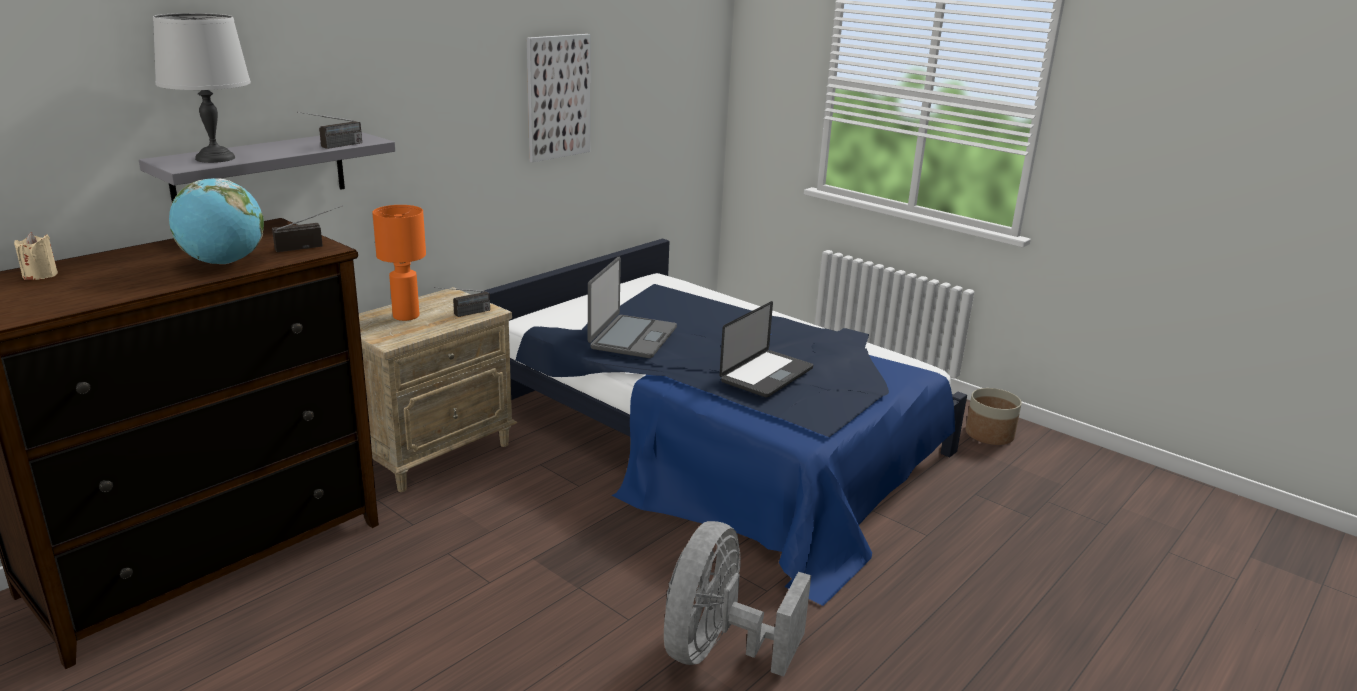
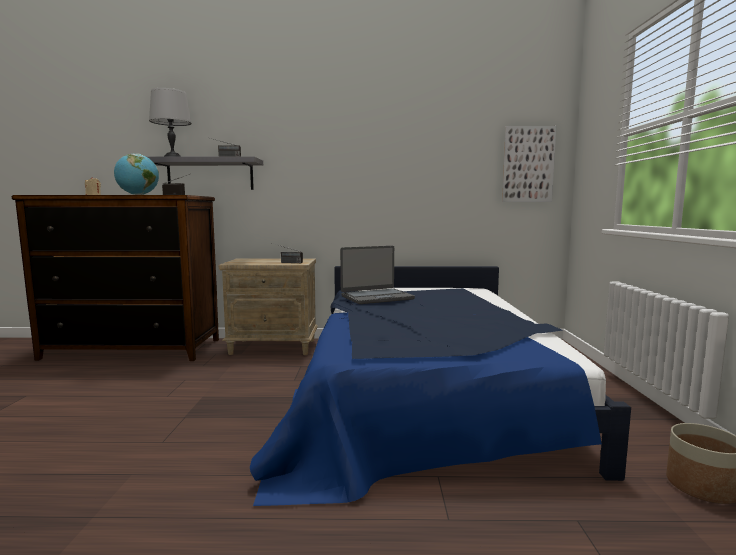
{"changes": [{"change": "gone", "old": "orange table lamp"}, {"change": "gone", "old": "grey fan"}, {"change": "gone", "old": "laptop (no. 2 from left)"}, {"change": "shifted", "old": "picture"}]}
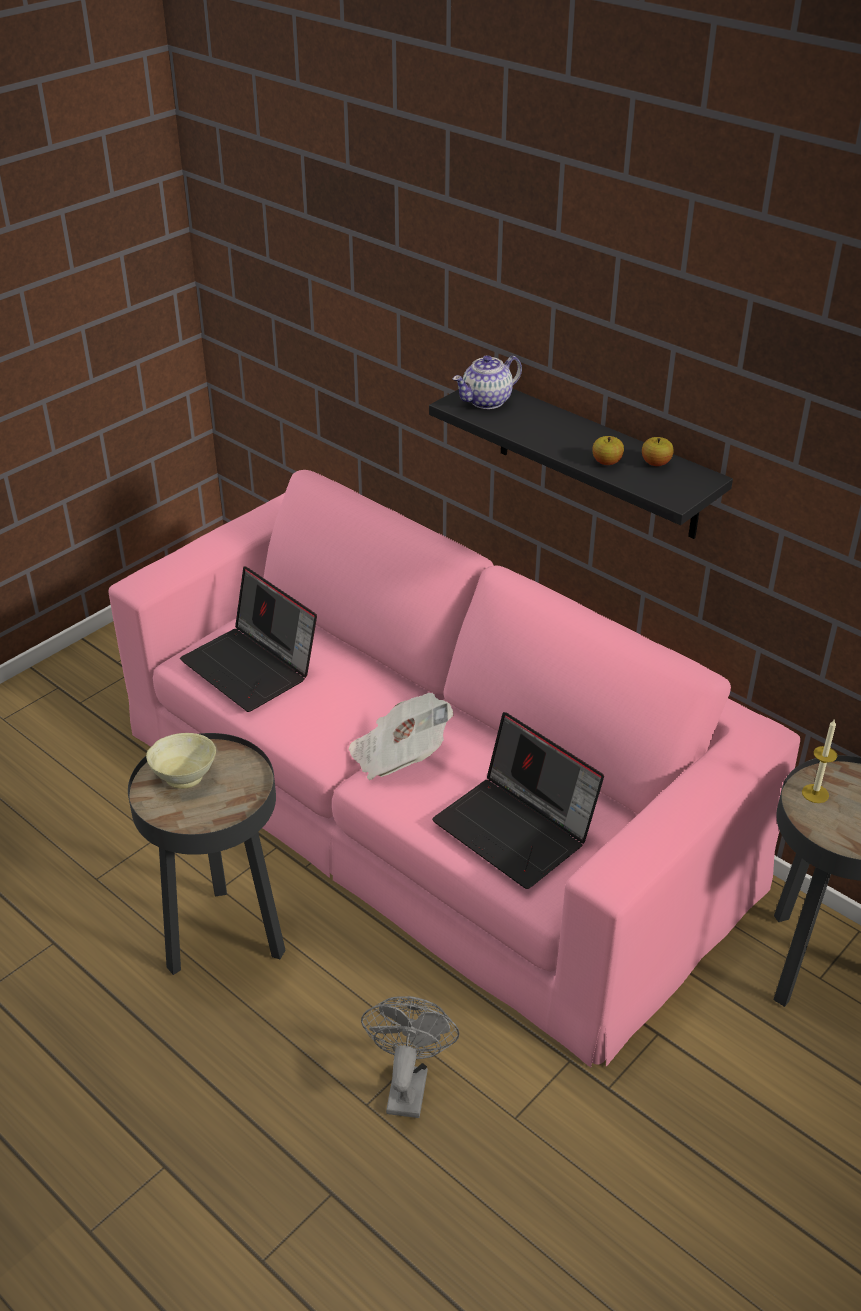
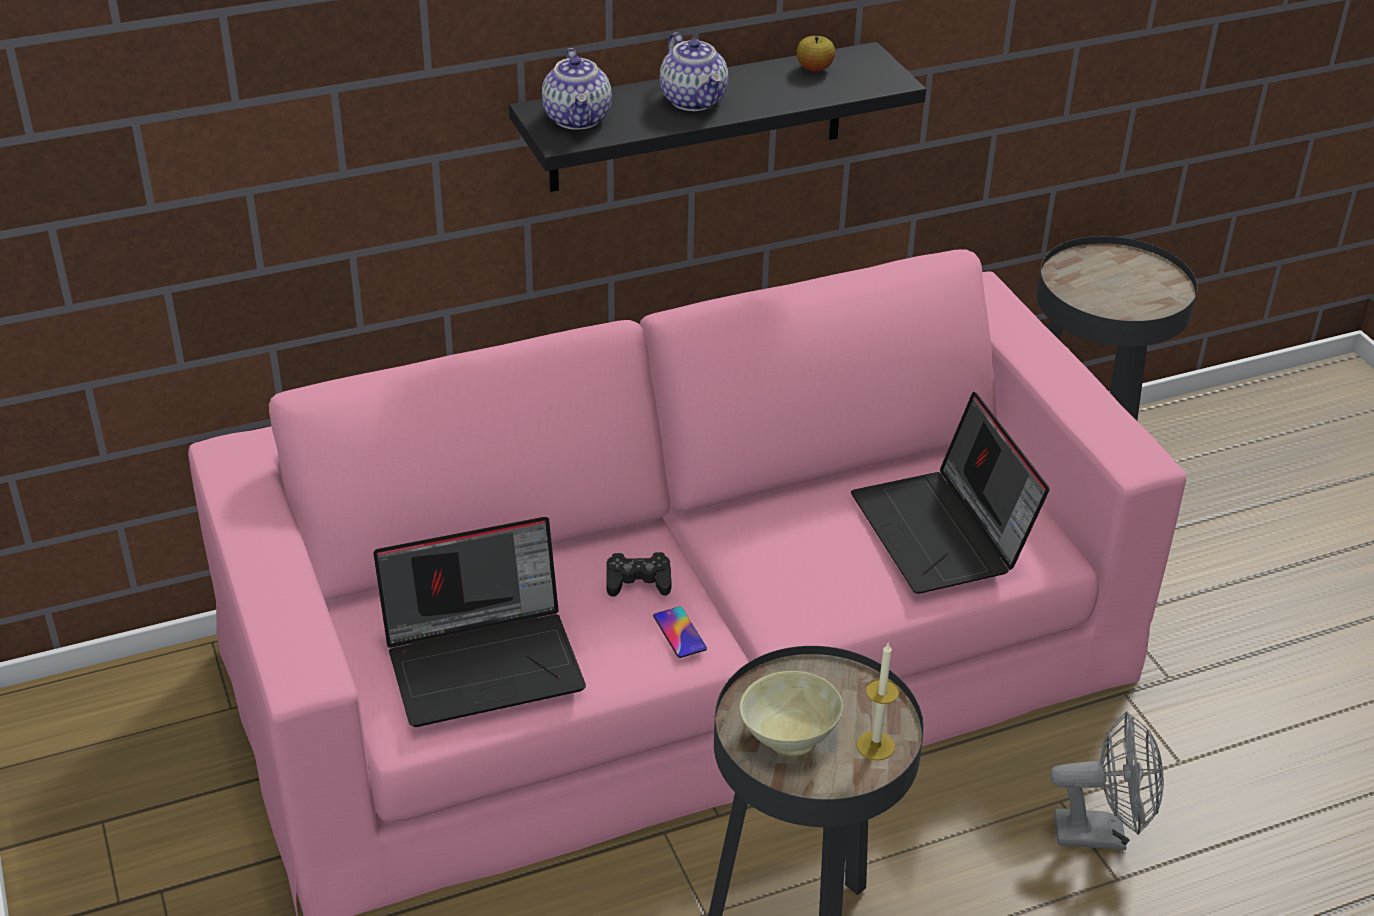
{"changes": [{"change": "gone", "old": "newspaper"}, {"change": "gone", "old": "apple (no. 1 from left)"}, {"change": "new", "new": "black game controller"}, {"change": "new", "new": "phone"}, {"change": "new", "new": "teapot (no. 2 from left)"}, {"change": "shifted", "old": "candle"}, {"change": "rotated", "old": "grey fan", "degrees": 150}, {"change": "rotated", "old": "laptop (no. 2 from left)", "degrees": 90}]}
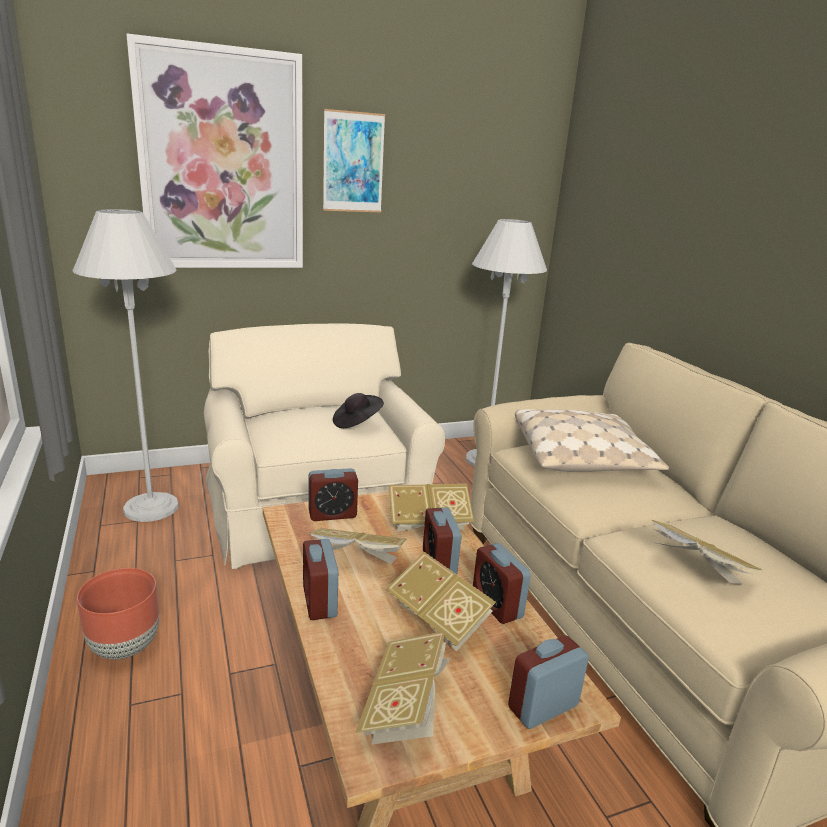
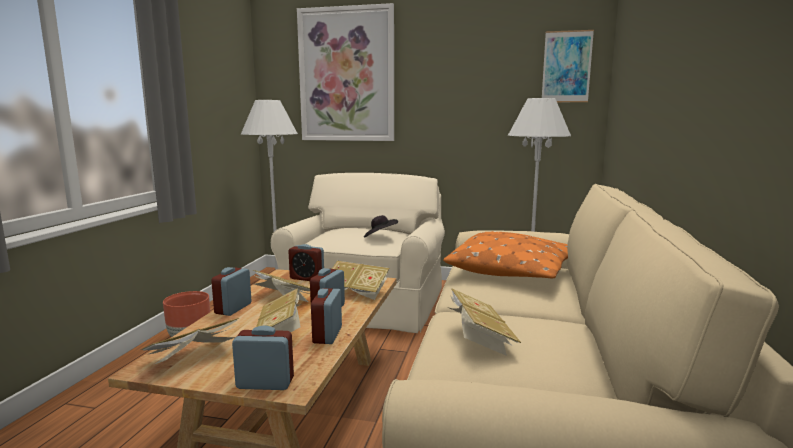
{"changes": [{"change": "shifted", "old": "picture (no. 2 from left)"}, {"change": "repainted", "old": "beige pillow", "new": "orange pillow"}]}
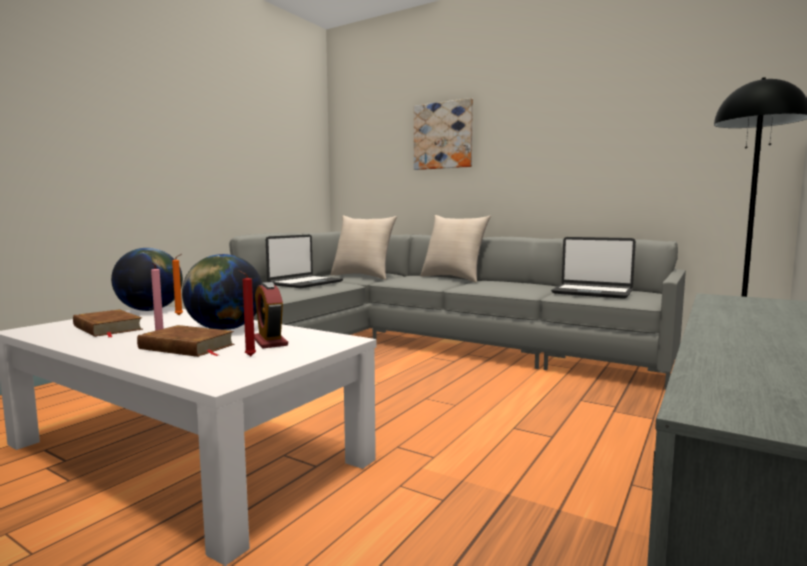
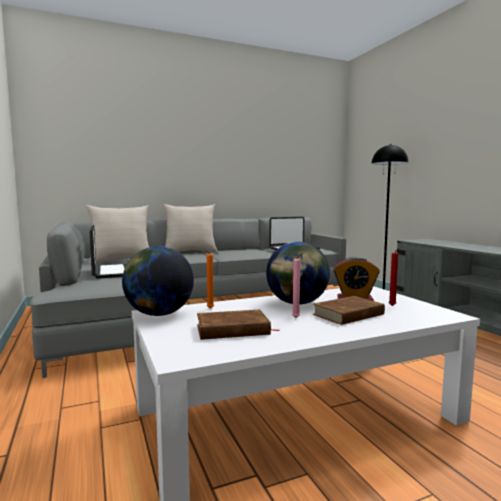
{"changes": [{"change": "gone", "old": "picture"}]}
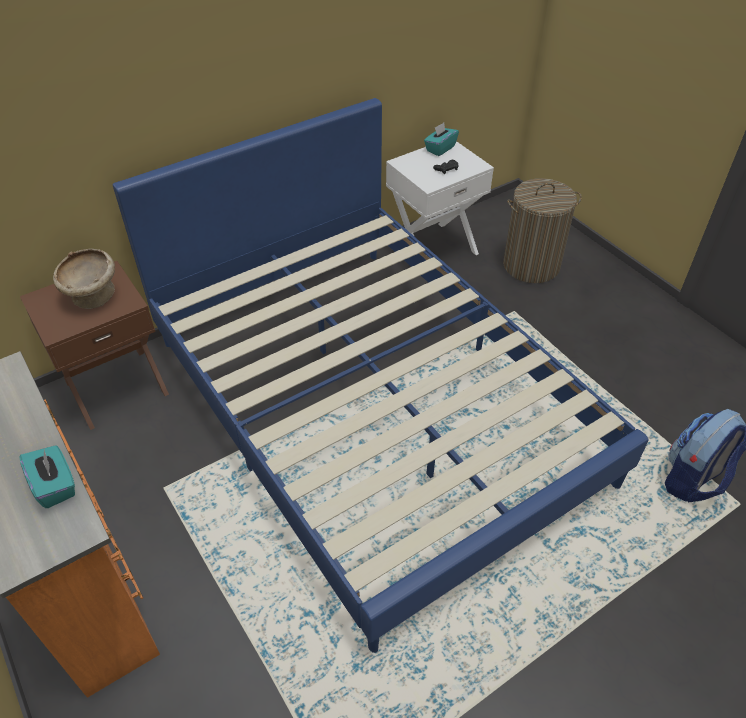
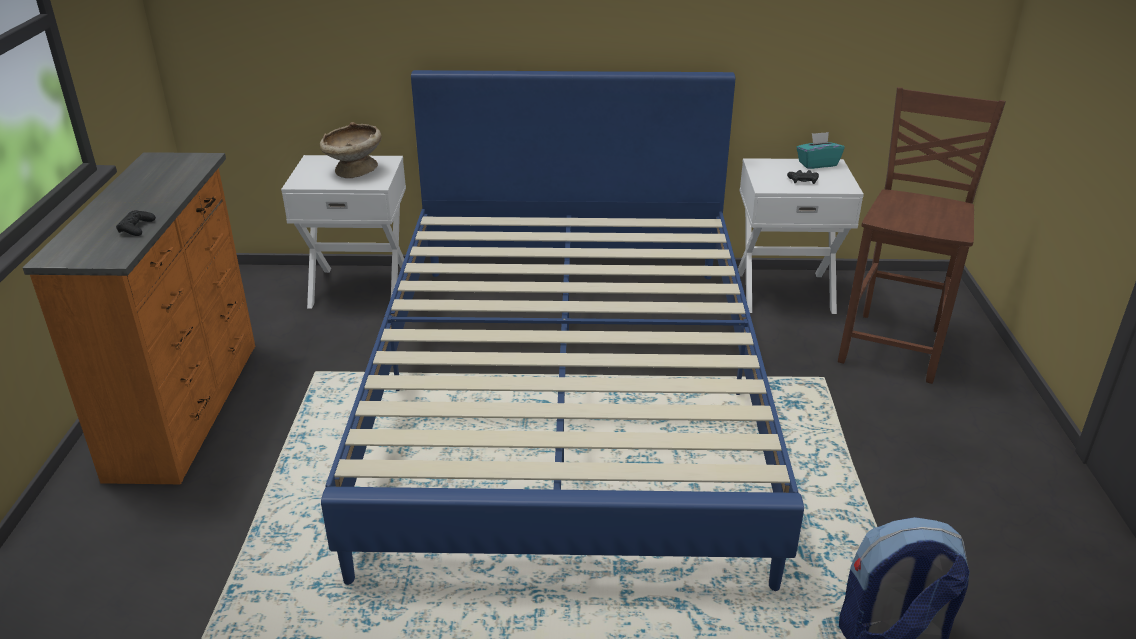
{"changes": [{"change": "swapped", "old": "turquoise tissue box (no. 1 from left)", "new": "black game controller (no. 1 from left)"}, {"change": "swapped", "old": "laundry basket", "new": "brown chair"}, {"change": "repainted", "old": "brown nightstand", "new": "white nightstand (no. 1 from left)"}]}
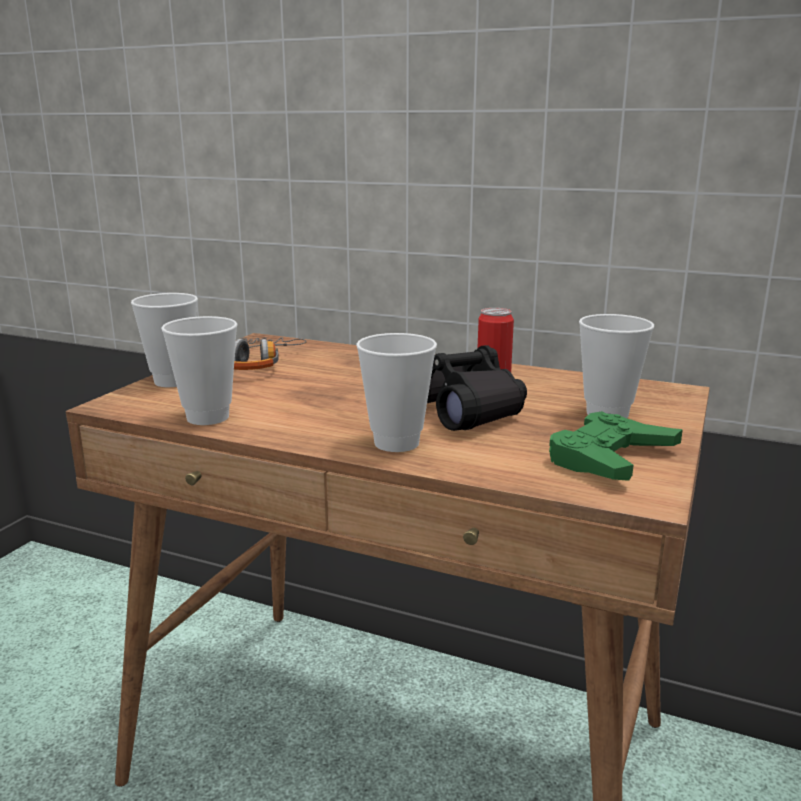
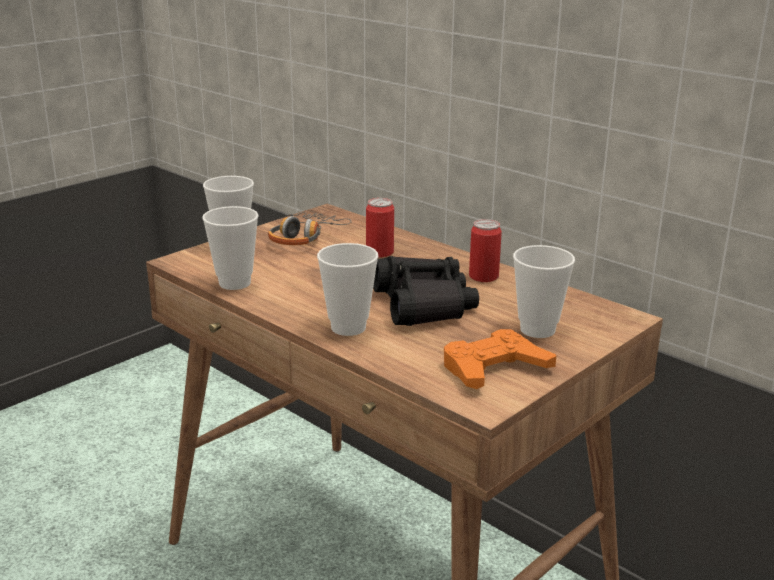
{"changes": [{"change": "new", "new": "can (no. 1 from left)"}, {"change": "repainted", "old": "green game controller", "new": "orange game controller"}]}
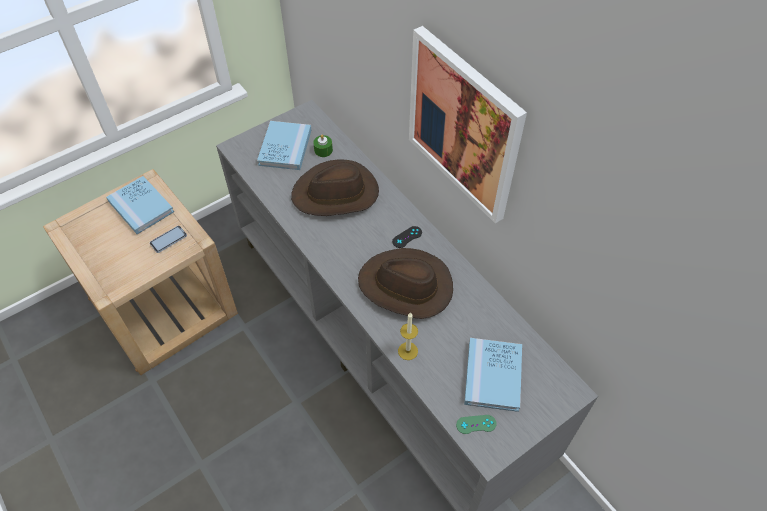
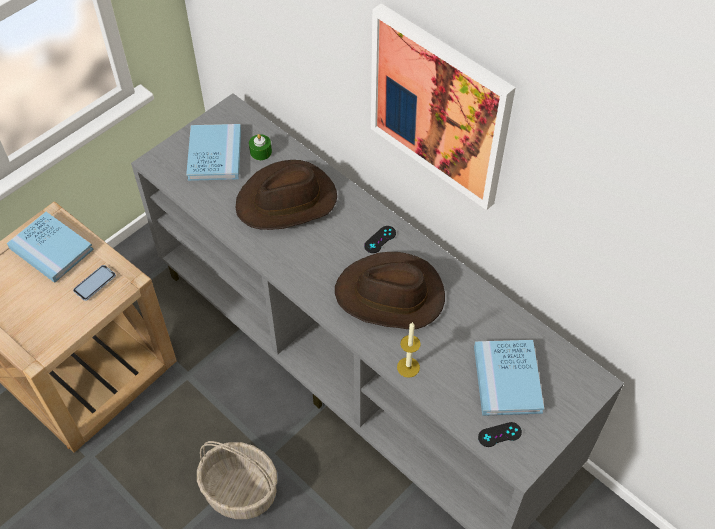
{"changes": [{"change": "new", "new": "basket"}, {"change": "repainted", "old": "green game controller", "new": "black game controller (no. 2 from left)"}]}
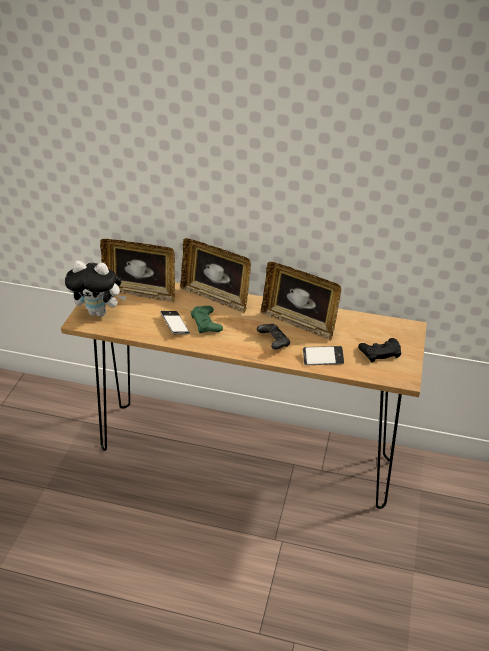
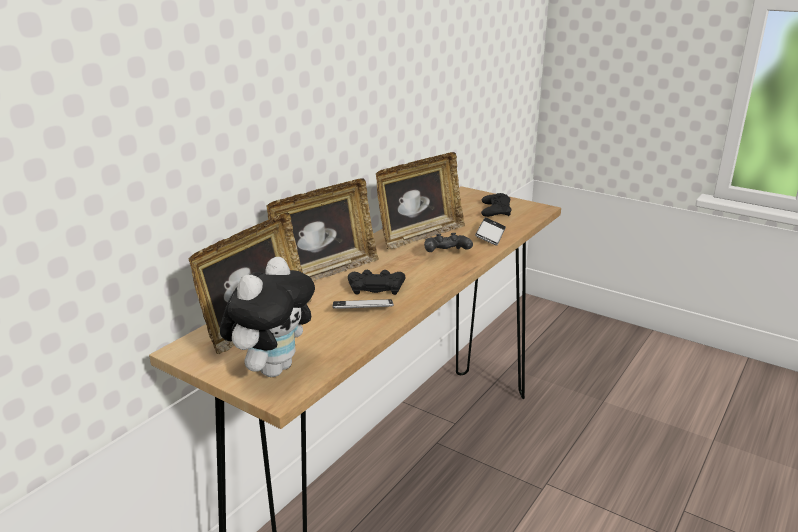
{"changes": [{"change": "repainted", "old": "green game controller", "new": "black game controller (no. 1 from left)"}]}
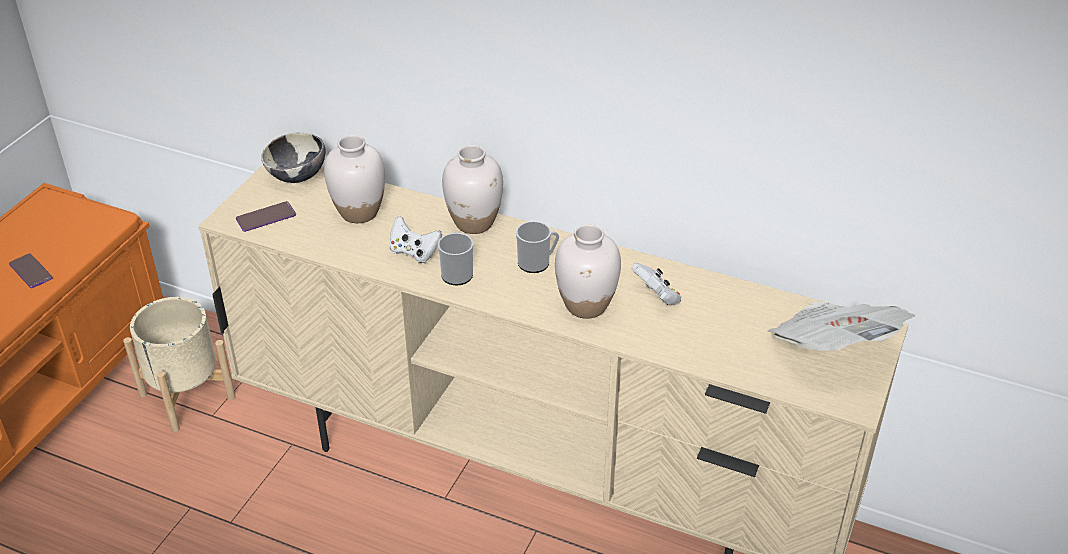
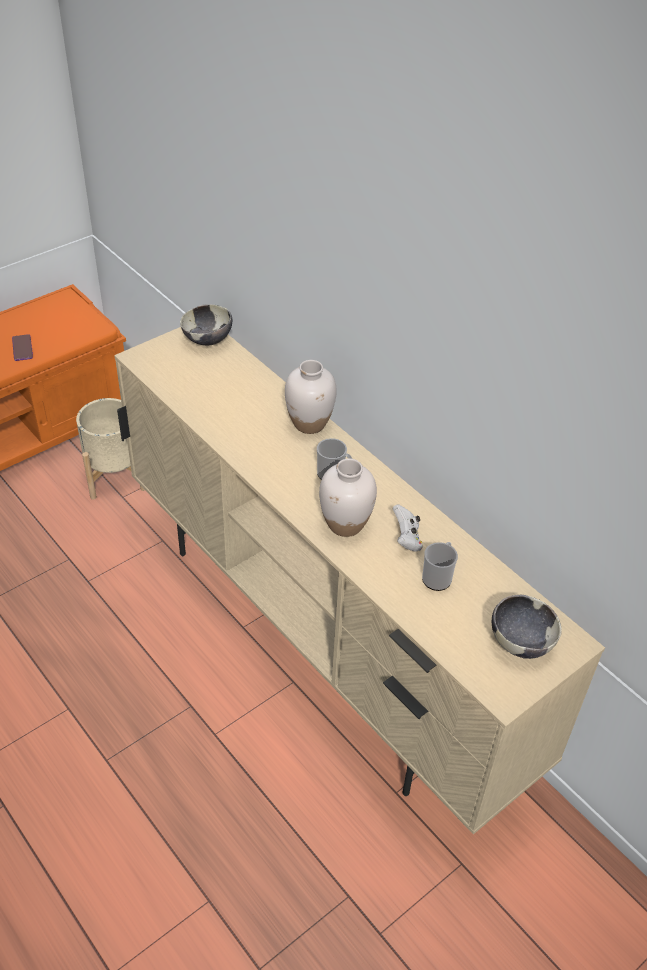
{"changes": [{"change": "gone", "old": "phone (no. 2 from left)"}, {"change": "gone", "old": "white vase (no. 1 from left)"}, {"change": "gone", "old": "white game controller (no. 1 from left)"}, {"change": "shifted", "old": "mug (no. 1 from left in the first image)", "new": "mug (no. 2 from left)"}, {"change": "swapped", "old": "newspaper", "new": "bowl (no. 2 from left)"}]}
